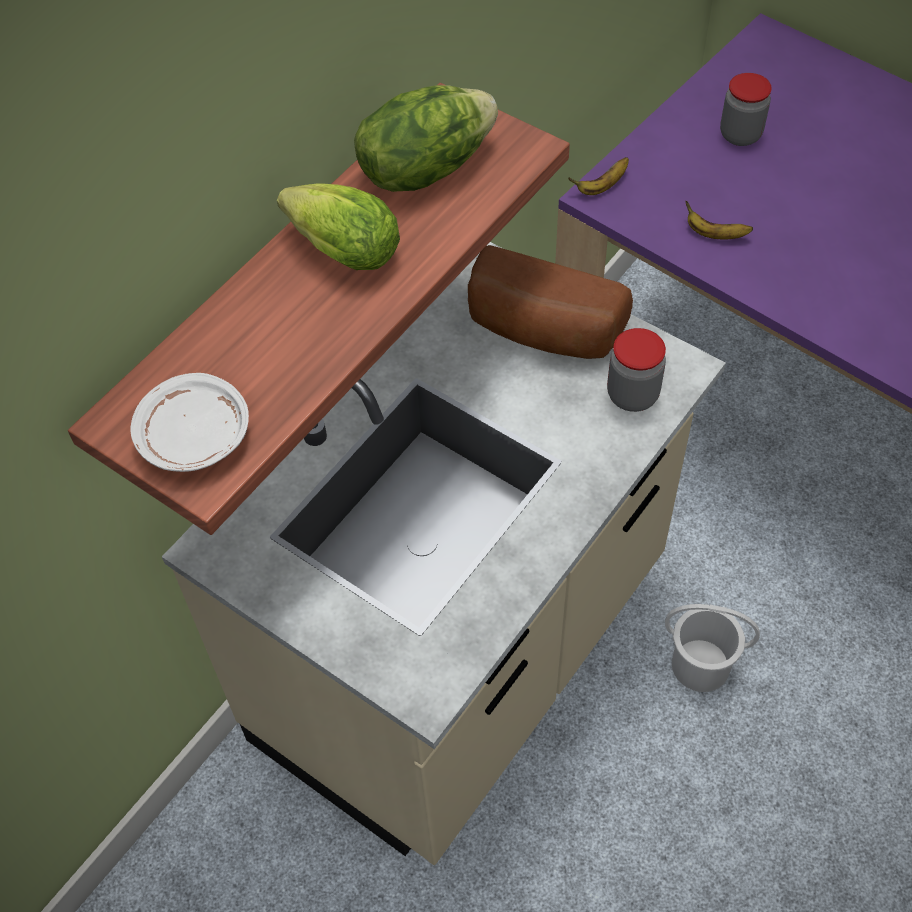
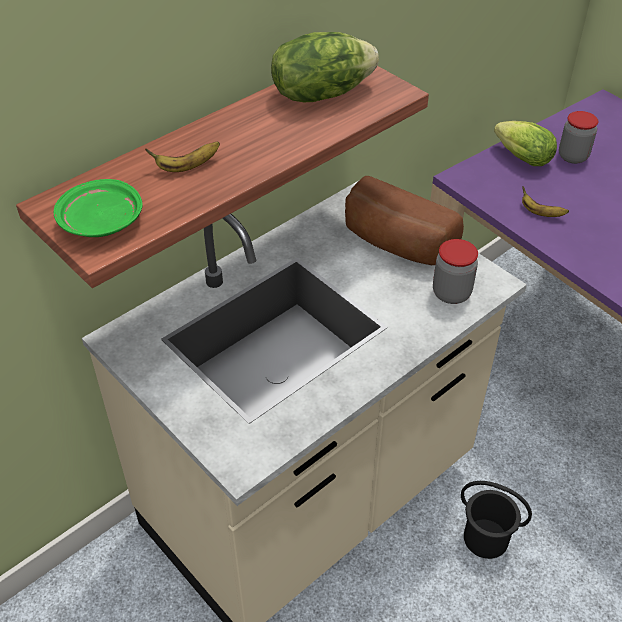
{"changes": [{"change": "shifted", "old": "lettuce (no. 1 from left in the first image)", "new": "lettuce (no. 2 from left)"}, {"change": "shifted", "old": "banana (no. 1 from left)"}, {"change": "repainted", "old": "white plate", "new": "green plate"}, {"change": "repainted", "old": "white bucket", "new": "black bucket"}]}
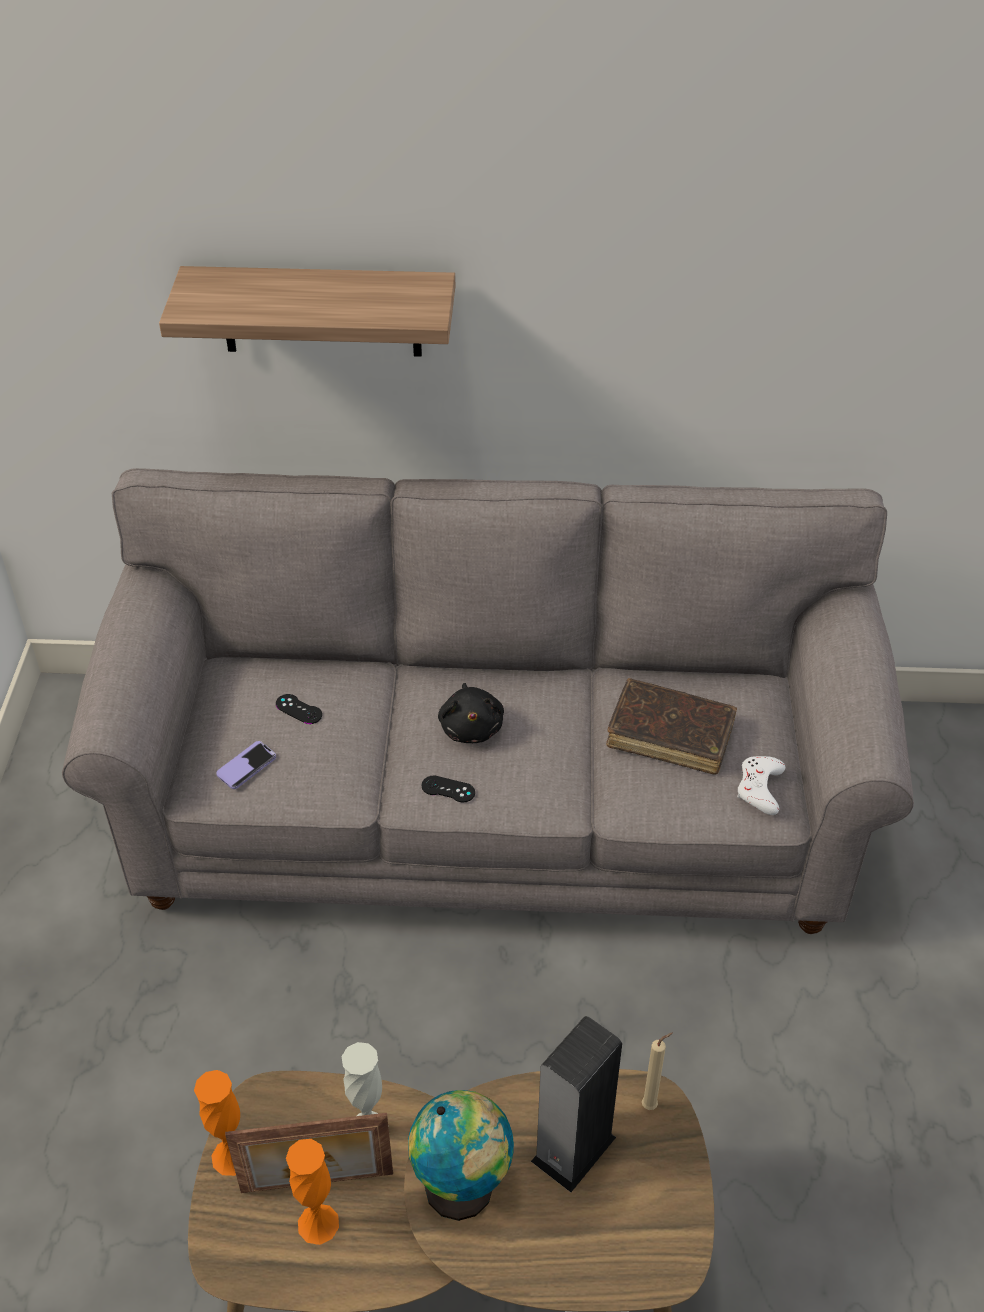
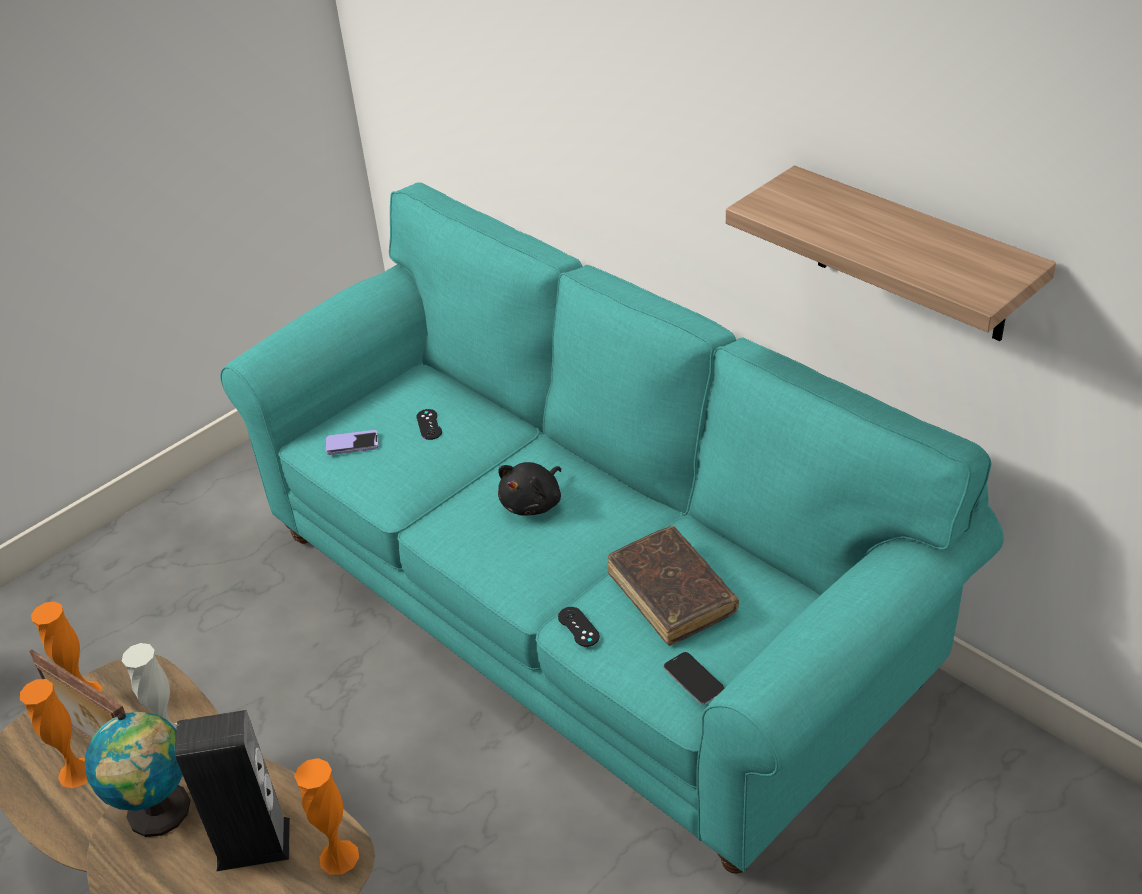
{"changes": [{"change": "shifted", "old": "shelf"}, {"change": "shifted", "old": "black game controller (no. 2 from left)"}, {"change": "swapped", "old": "beige candle", "new": "orange vase (no. 3 from left)"}, {"change": "swapped", "old": "white game controller", "new": "phone (no. 2 from left)"}, {"change": "repainted", "old": "grey sofa", "new": "turquoise sofa"}]}
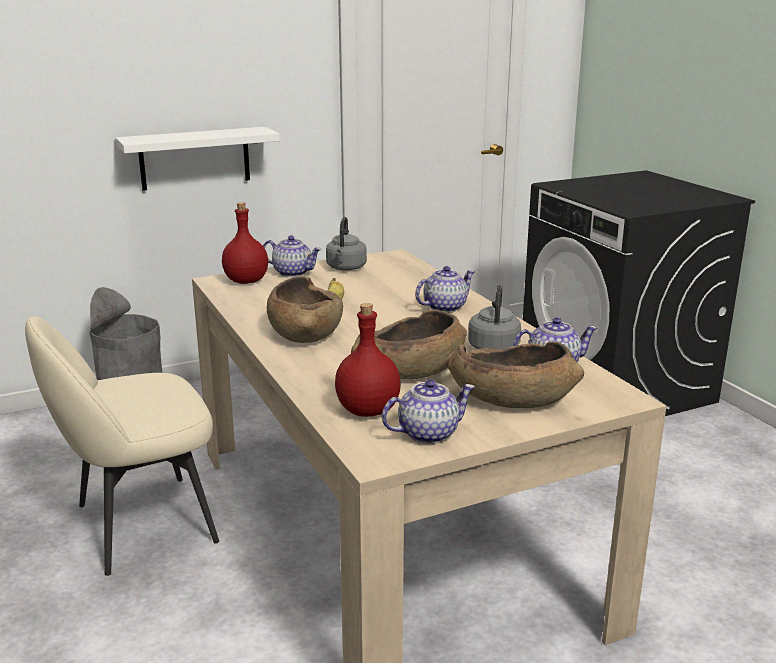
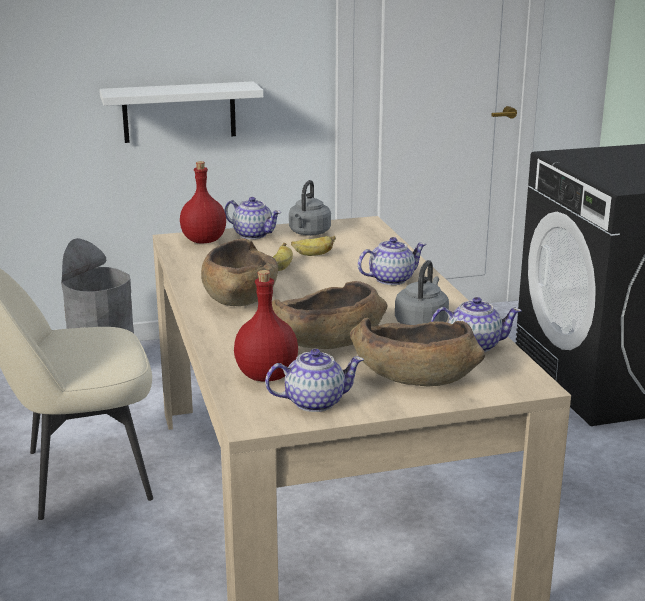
{"changes": [{"change": "new", "new": "banana (no. 2 from left)"}]}
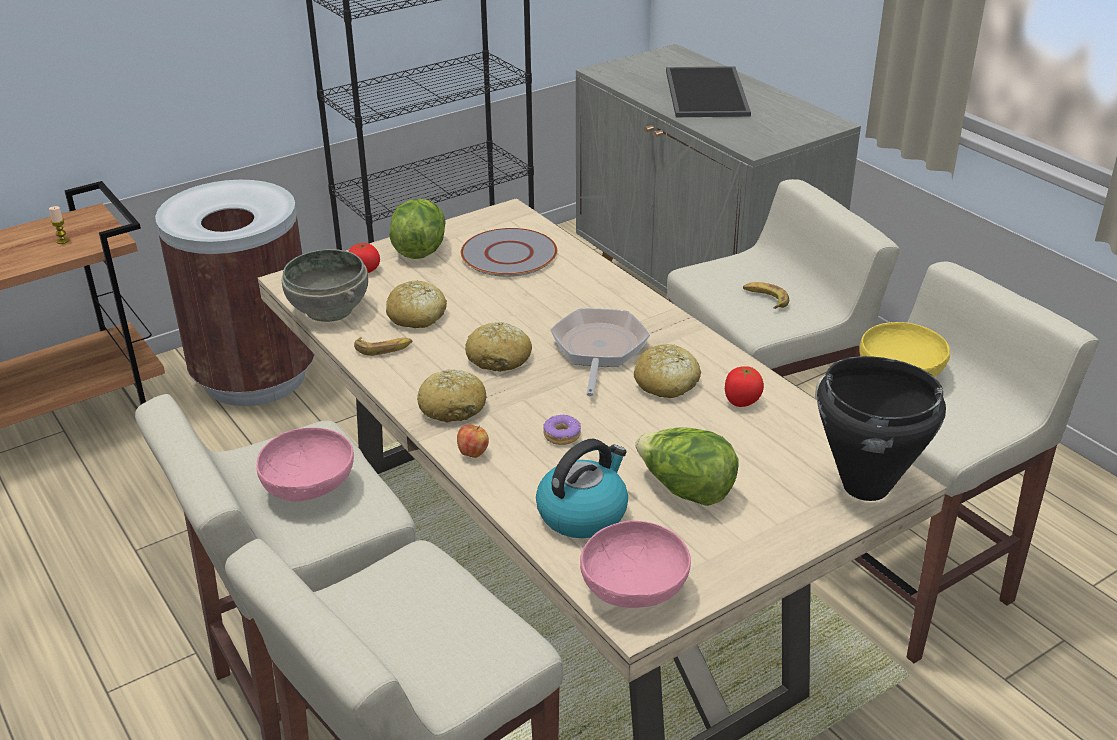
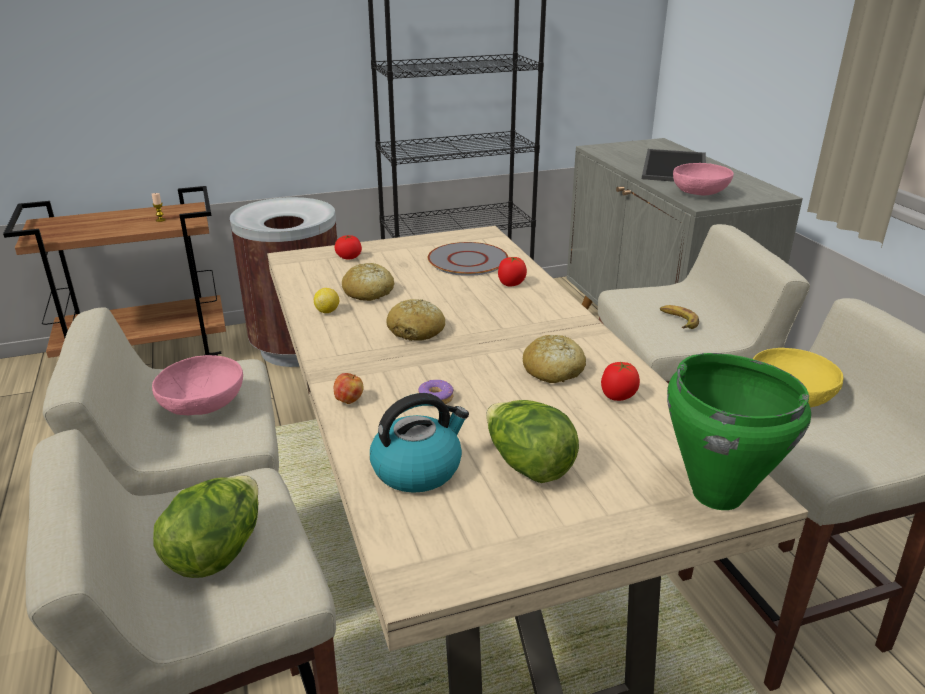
{"changes": [{"change": "gone", "old": "grey bowl"}, {"change": "gone", "old": "bread (no. 2 from left)"}, {"change": "gone", "old": "frying pan"}, {"change": "new", "new": "tomato (no. 2 from left)"}, {"change": "shifted", "old": "lettuce (no. 1 from left)"}, {"change": "shifted", "old": "pink bowl (no. 2 from left)"}, {"change": "swapped", "old": "banana (no. 1 from left)", "new": "lemon"}, {"change": "repainted", "old": "black cooking pot", "new": "green cooking pot"}]}
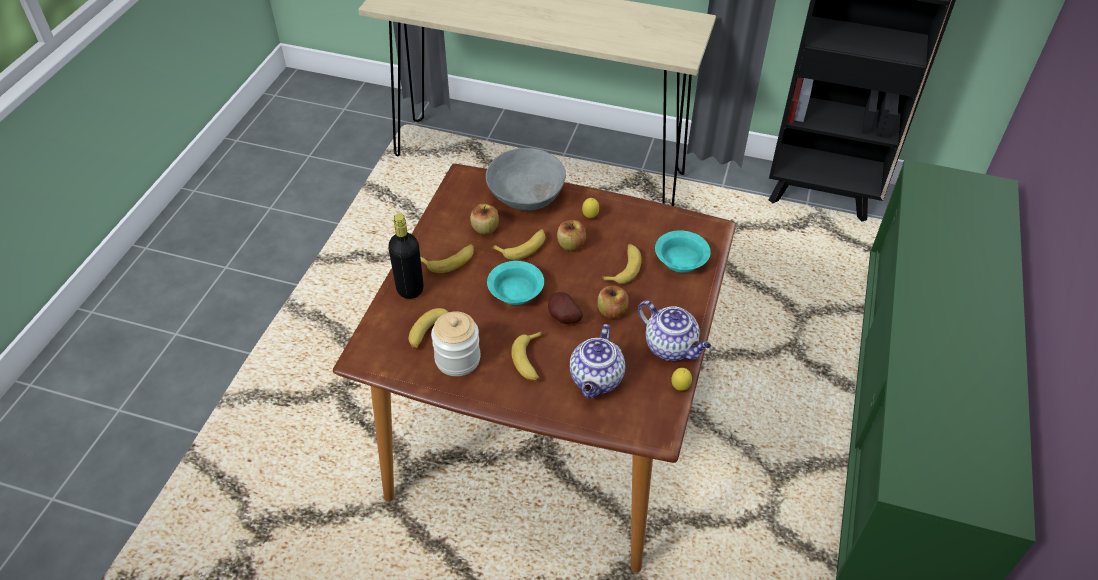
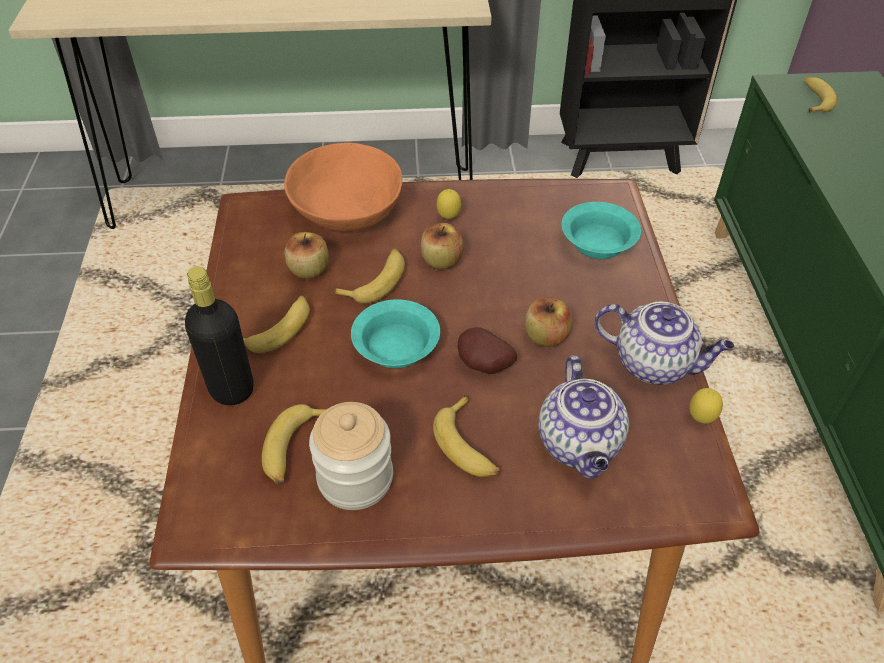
{"changes": [{"change": "shifted", "old": "banana (no. 5 from left)"}, {"change": "repainted", "old": "grey bowl", "new": "orange bowl"}]}
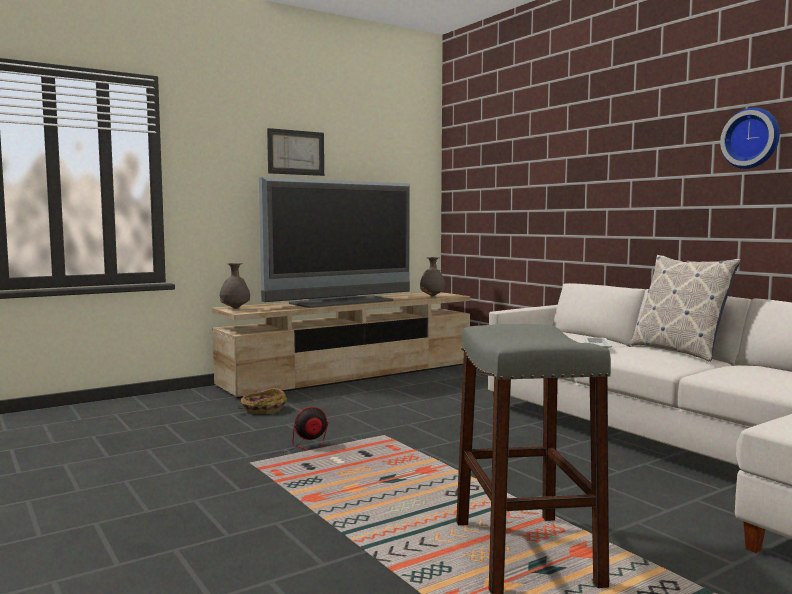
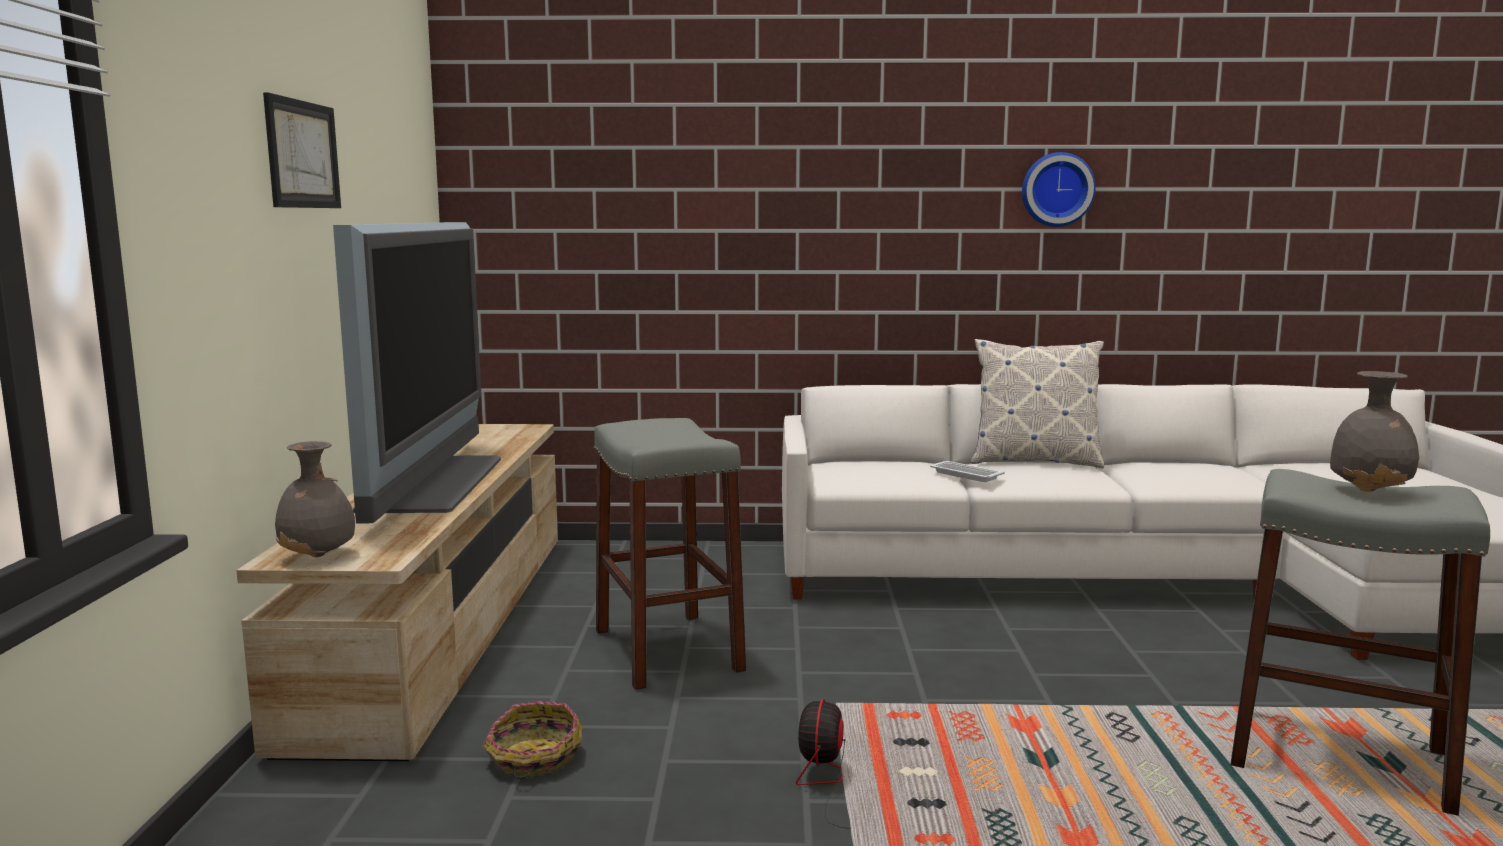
{"changes": [{"change": "new", "new": "grey stool (no. 1 from left)"}, {"change": "shifted", "old": "grey vase (no. 2 from left)"}]}
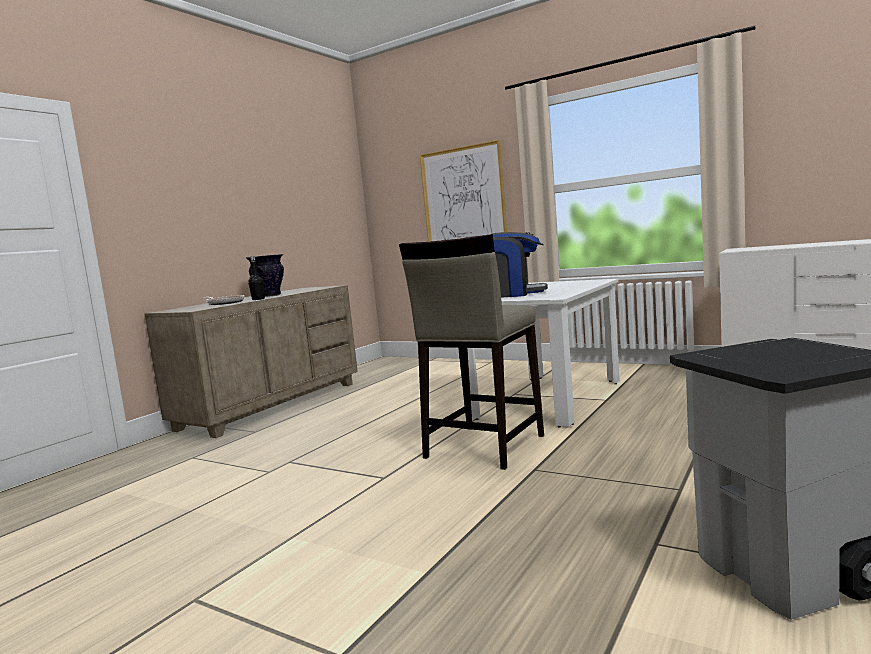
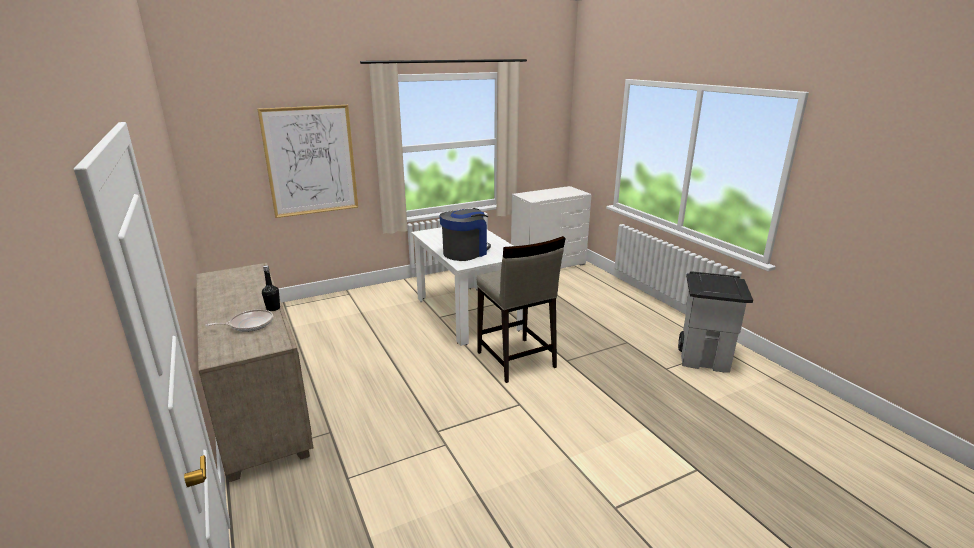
{"changes": [{"change": "gone", "old": "vase"}]}
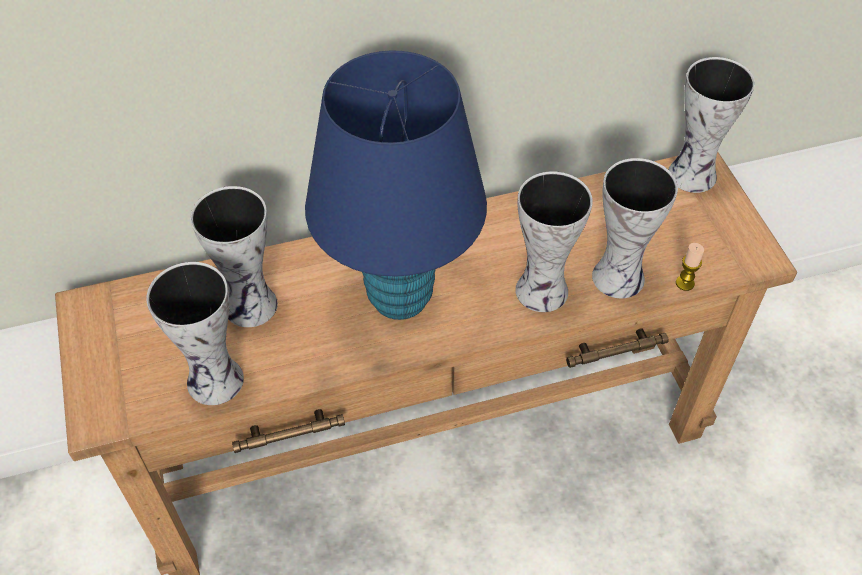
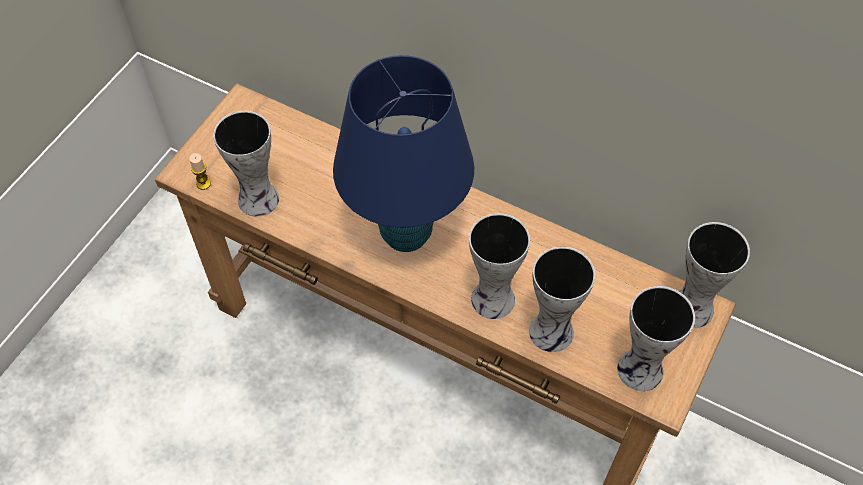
{"changes": [{"change": "shifted", "old": "vase (no. 2 from left in the first image)", "new": "vase (no. 4 from left)"}, {"change": "shifted", "old": "candle"}]}
